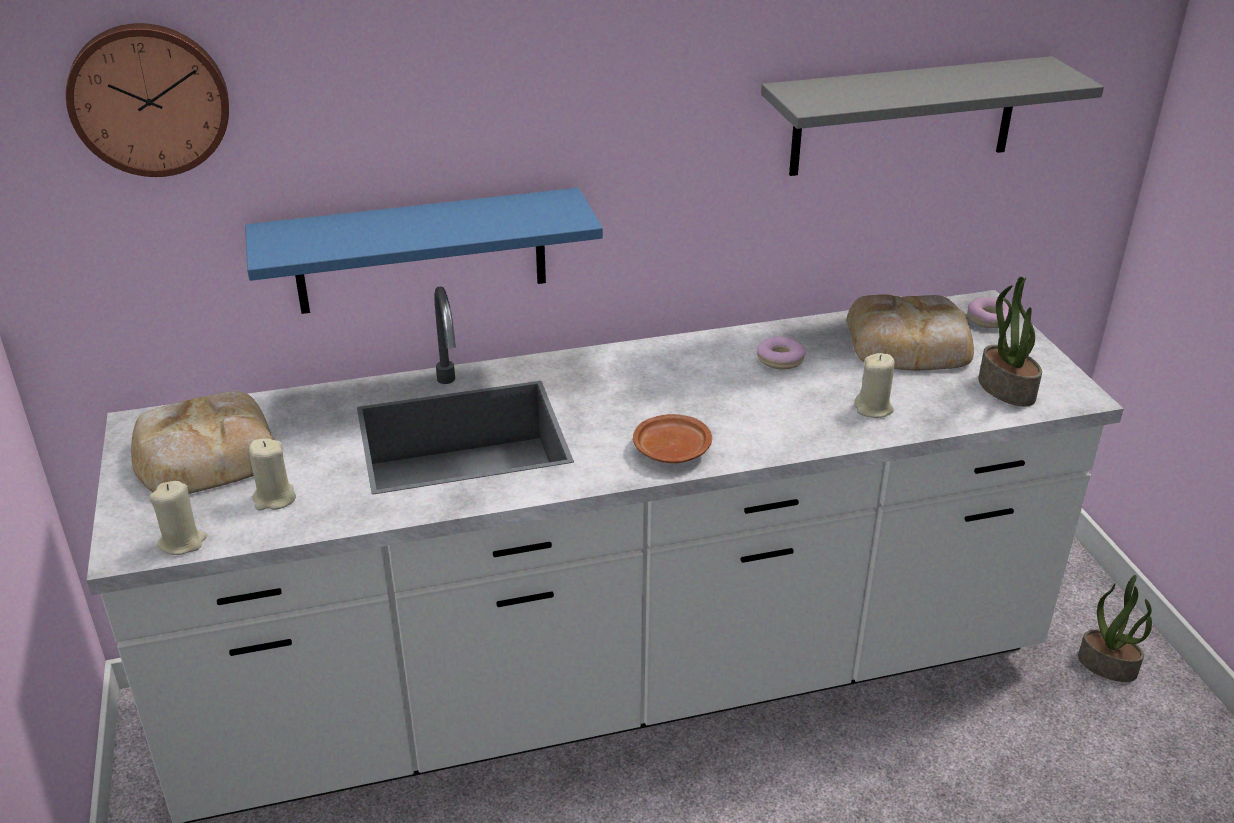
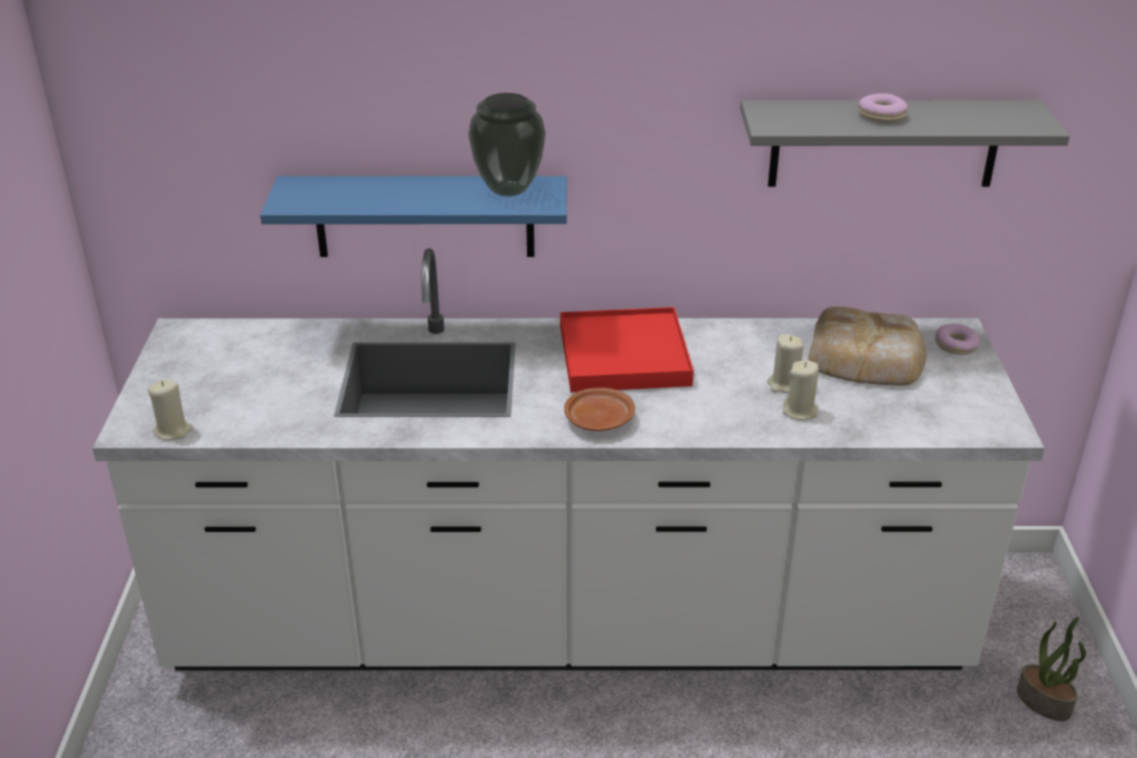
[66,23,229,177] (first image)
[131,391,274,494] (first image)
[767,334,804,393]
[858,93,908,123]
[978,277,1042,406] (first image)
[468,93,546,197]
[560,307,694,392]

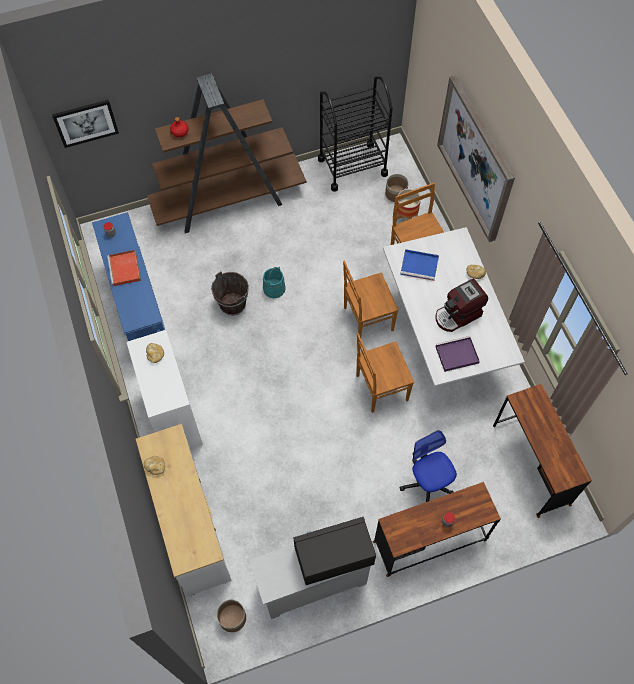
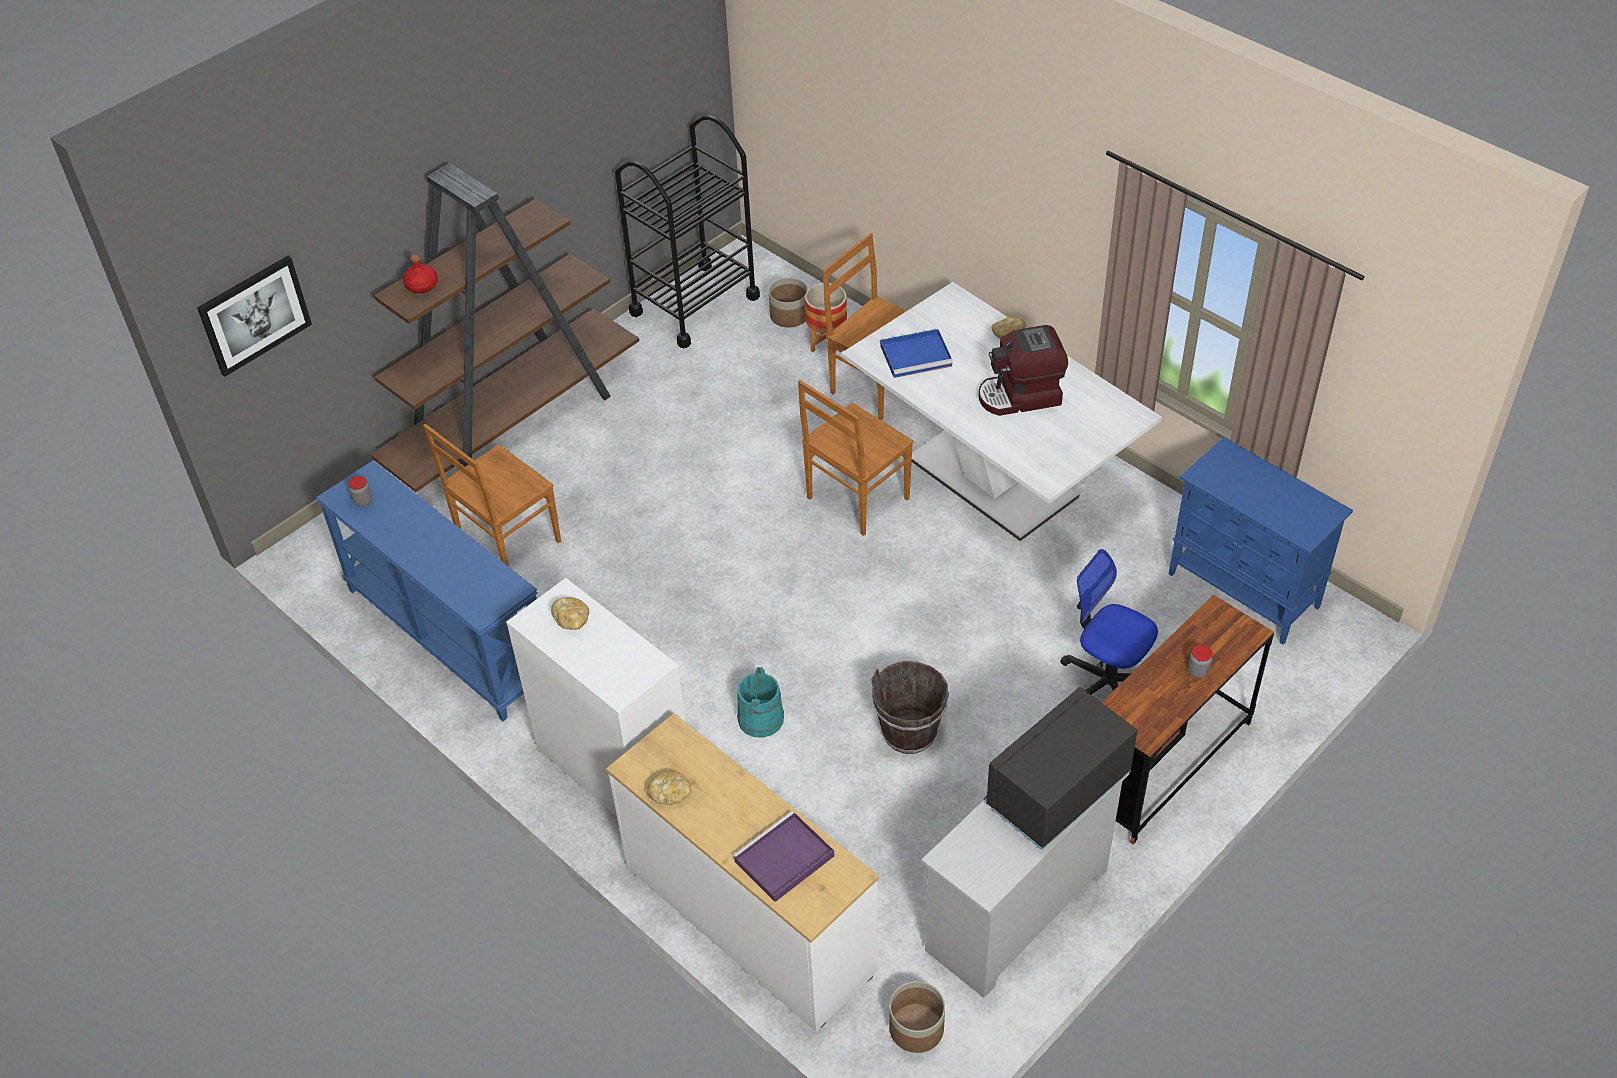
[107,250,141,286] (first image)
[871,661,949,754]
[737,667,784,738]
[423,424,561,567]
[733,811,834,902]
[978,325,1068,416]
[437,75,515,242] (first image)
[1169,437,1353,645]

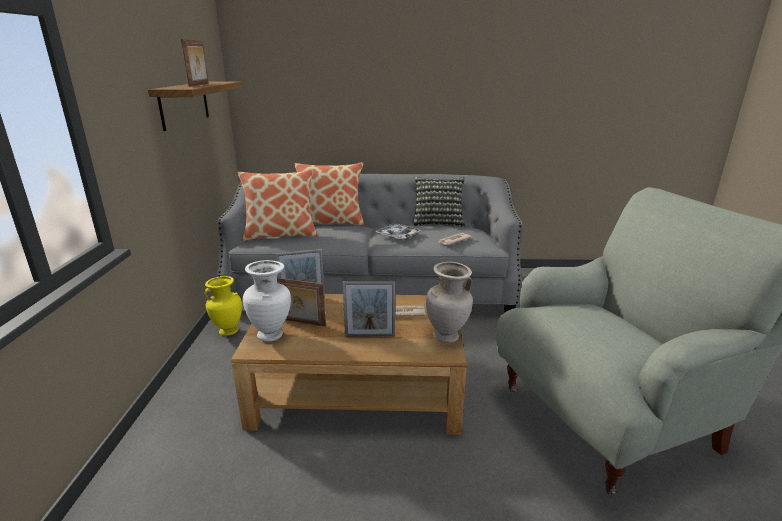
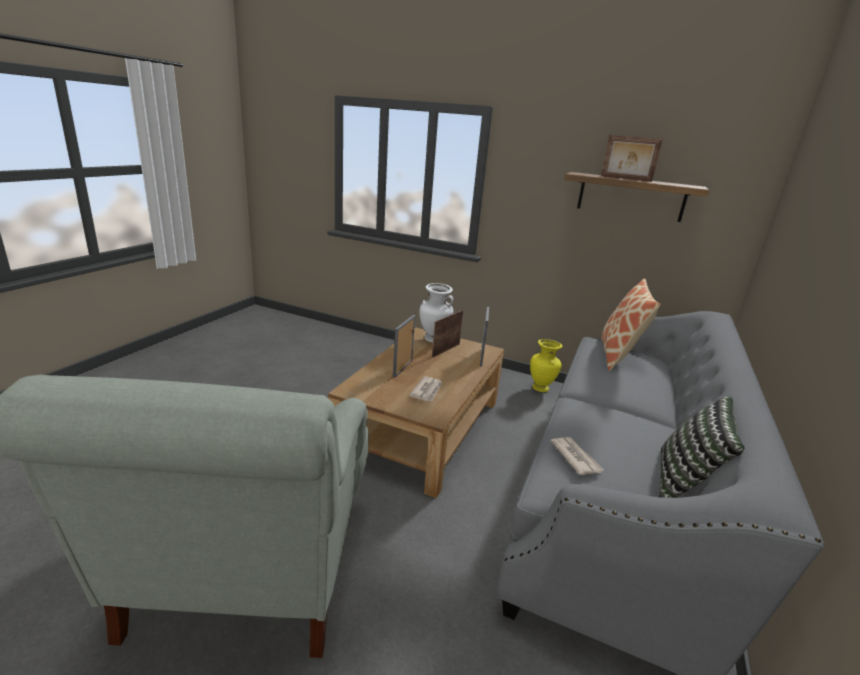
[295,162,364,225] (first image)
[375,223,421,240] (first image)
[426,262,473,343] (first image)

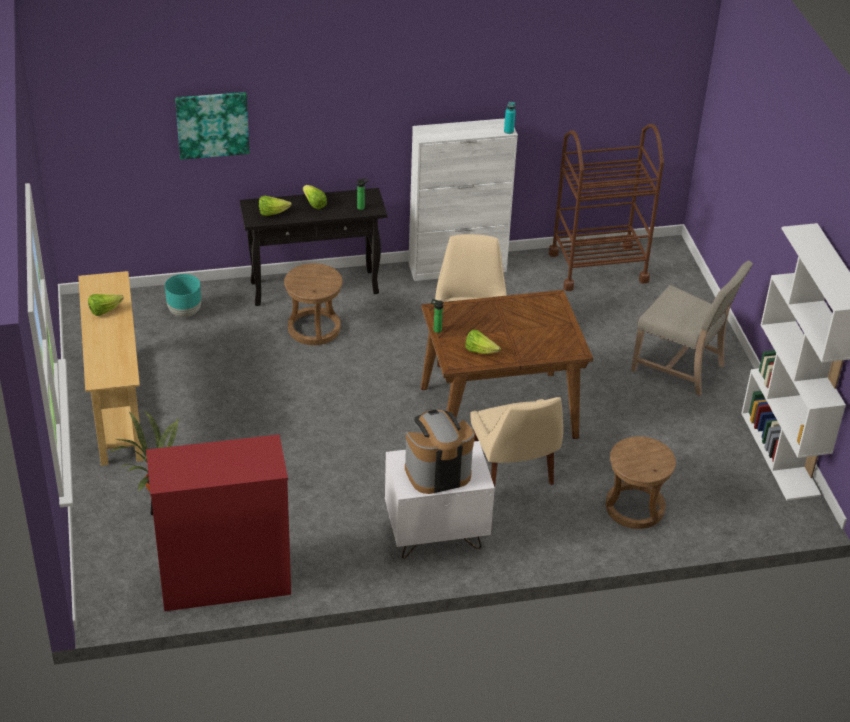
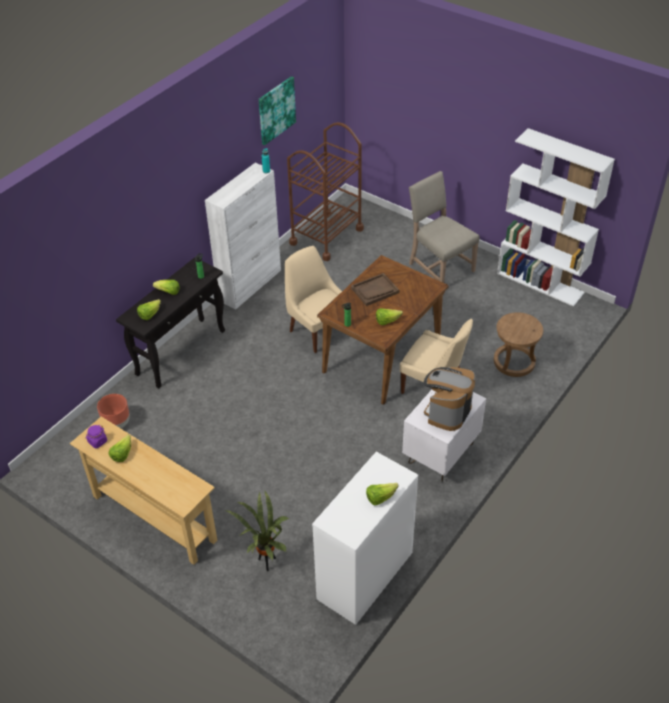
[312,452,418,625]
[97,394,130,428]
[259,76,296,145]
[284,263,343,345] (first image)
[409,171,480,283]
[86,425,107,448]
[351,273,399,306]
[366,483,399,506]

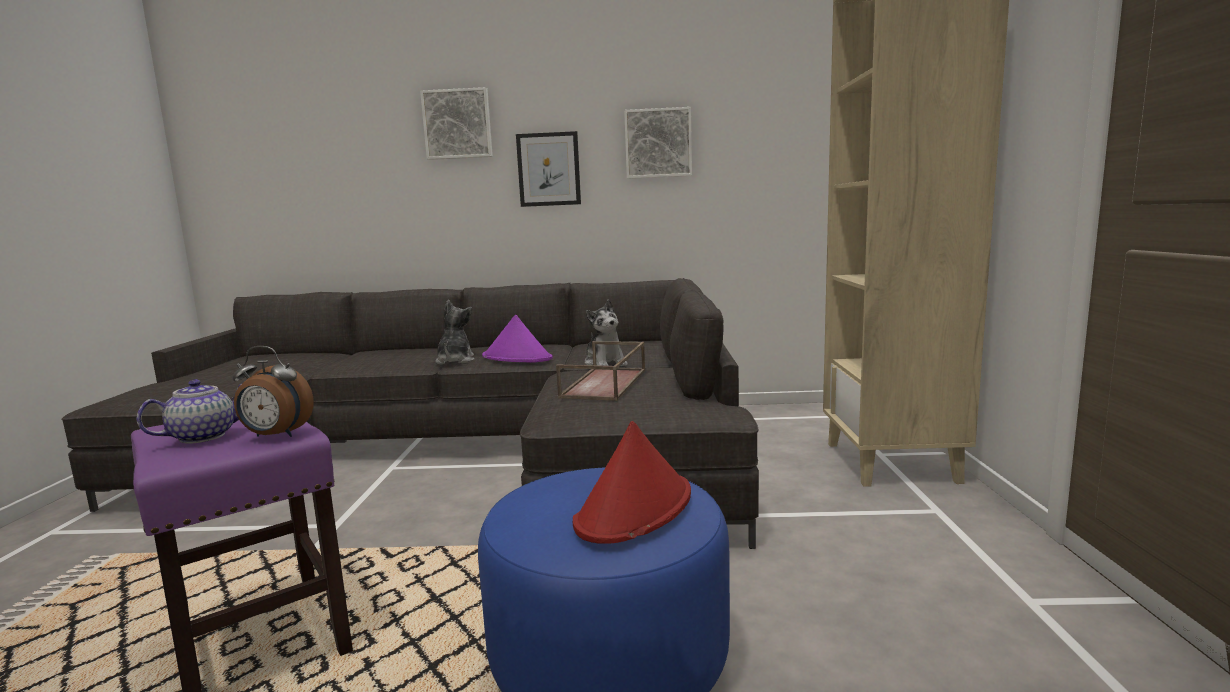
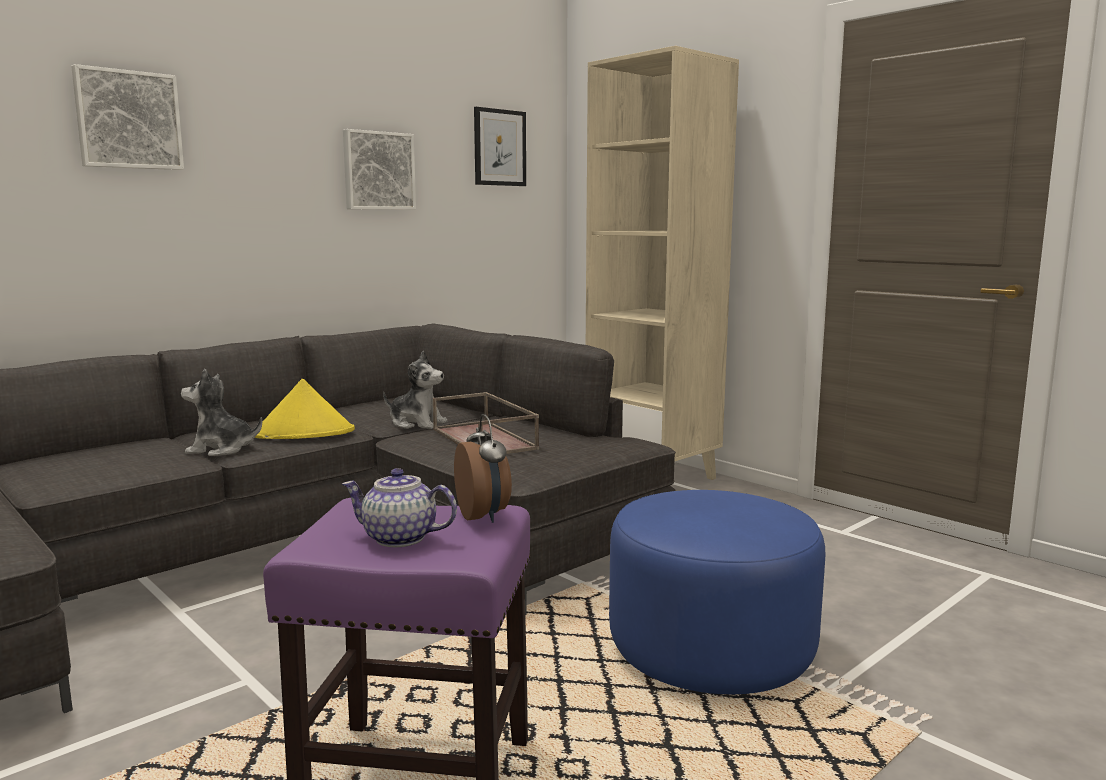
[342,468,457,547]
[454,414,512,523]
[181,369,262,456]
[255,379,355,439]
[474,107,526,186]
[573,421,691,544] (first image)

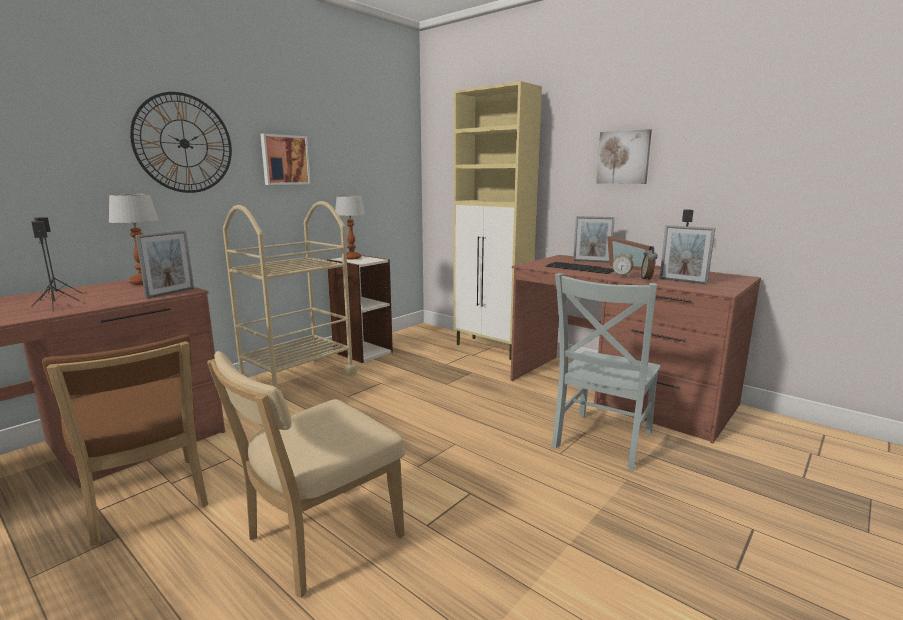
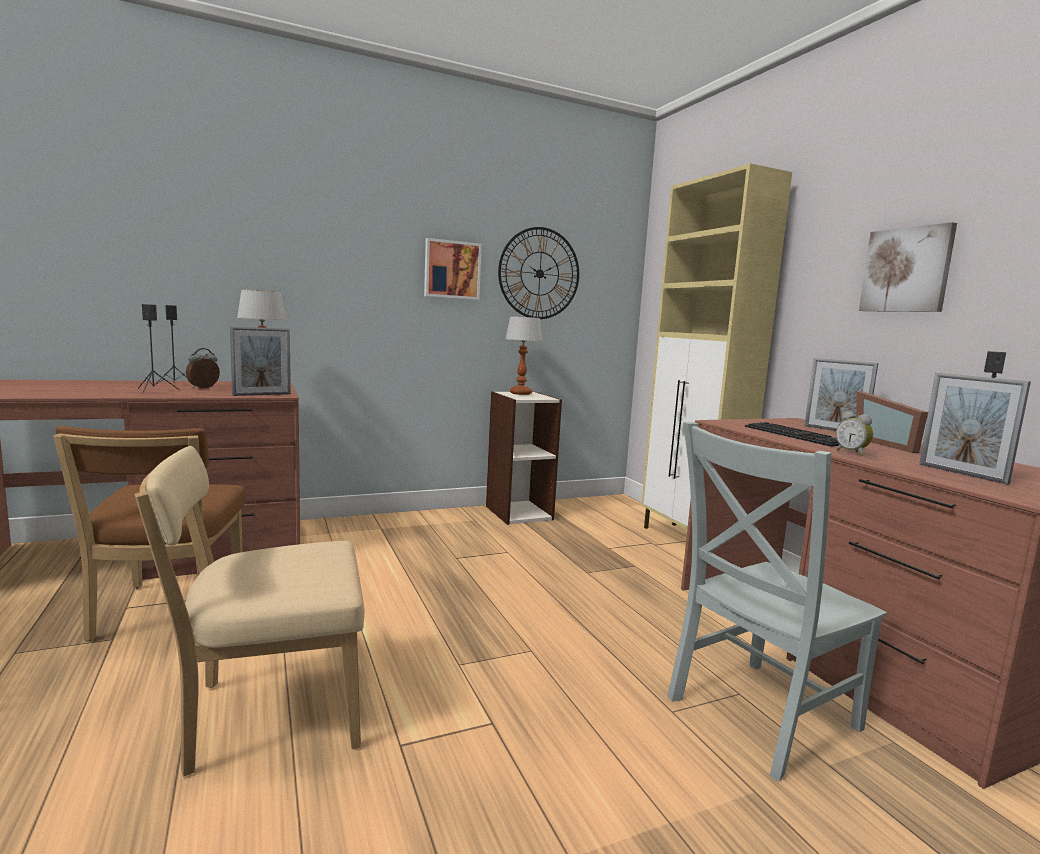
[498,227,579,319]
[223,201,357,395] (first image)
[186,348,220,388]

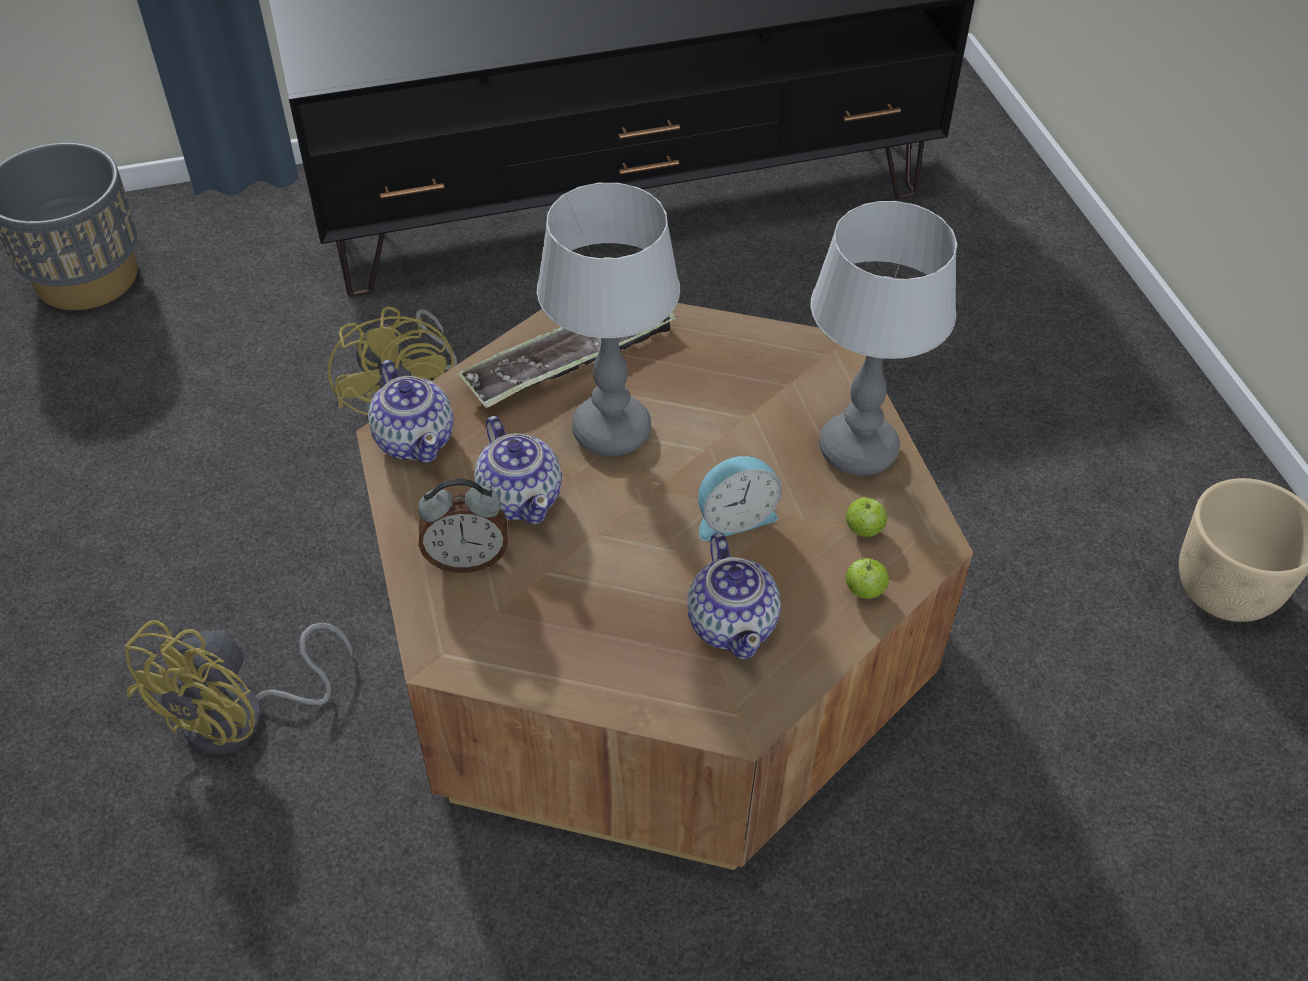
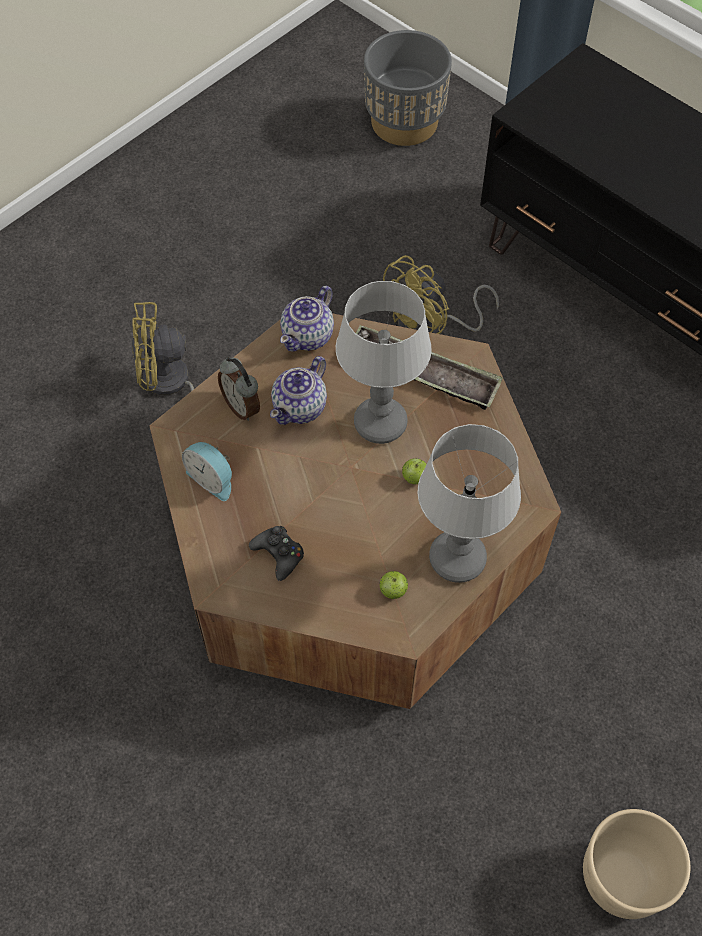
[249,526,304,581]
[182,442,232,501]
[402,458,427,484]

